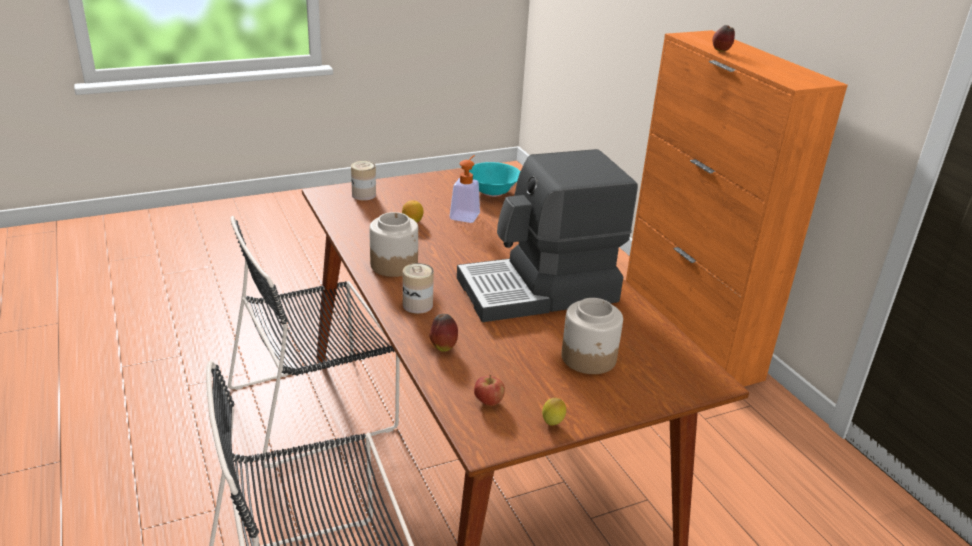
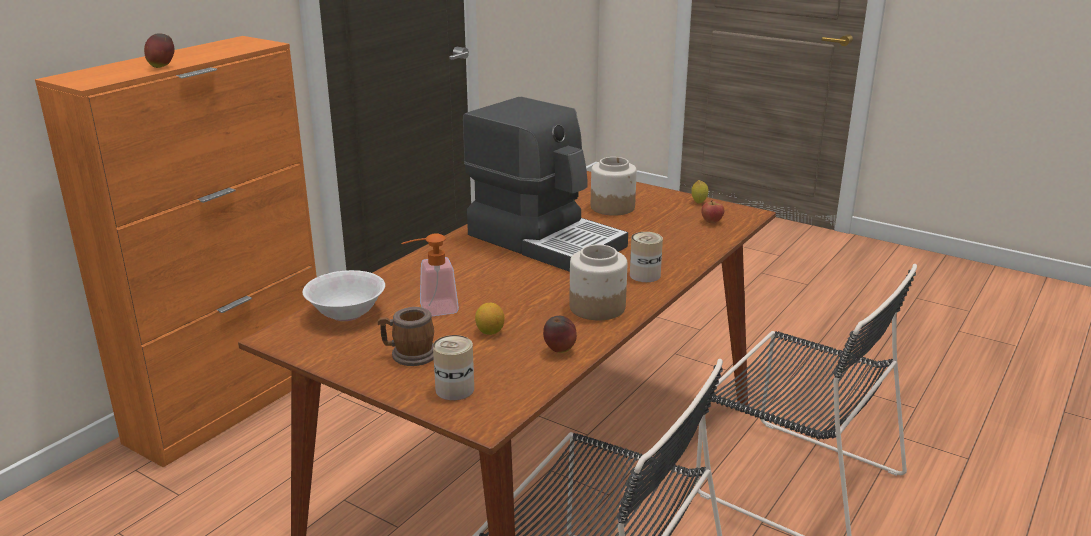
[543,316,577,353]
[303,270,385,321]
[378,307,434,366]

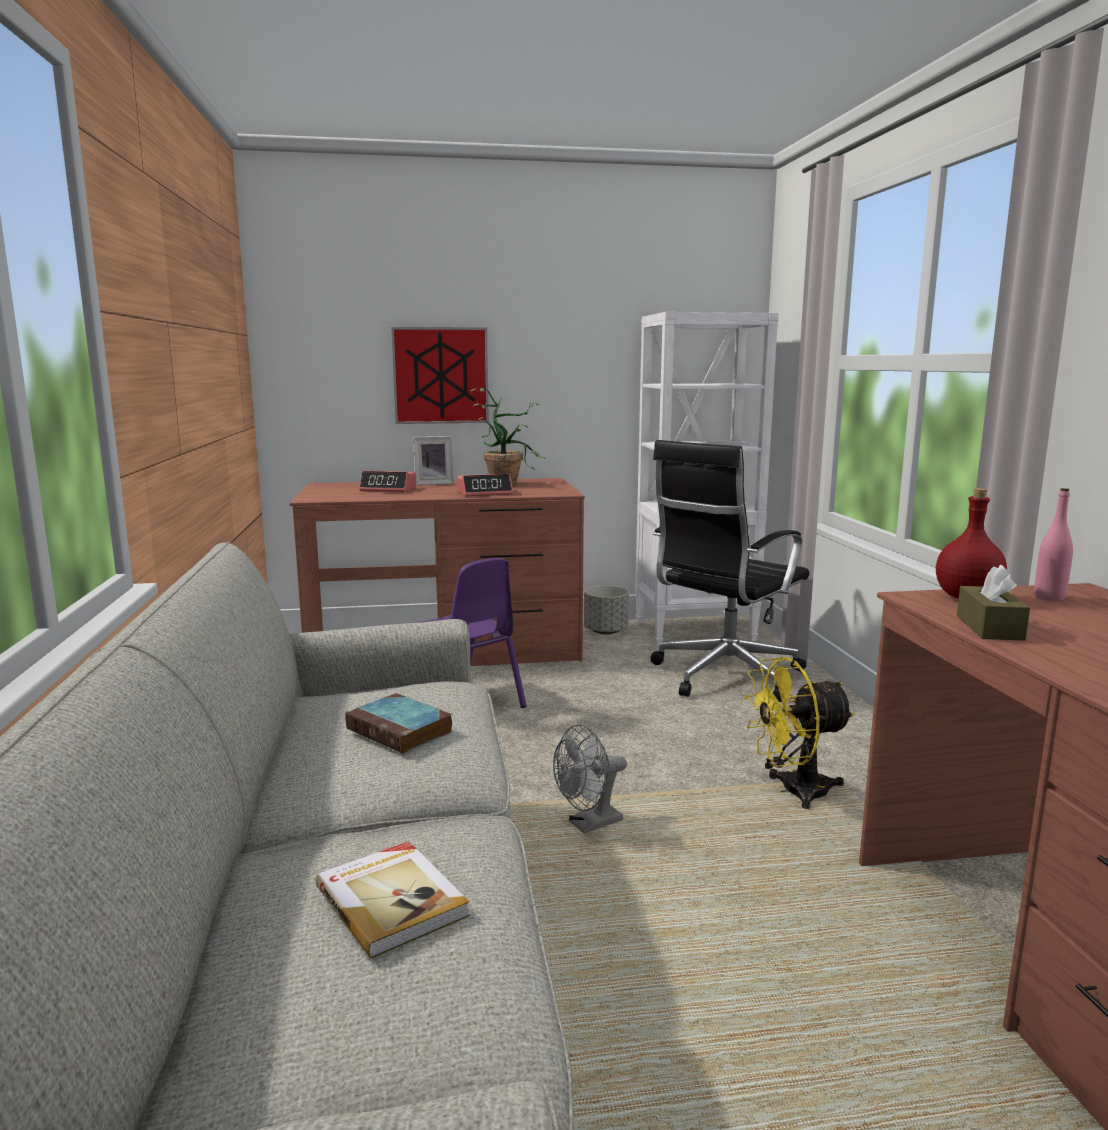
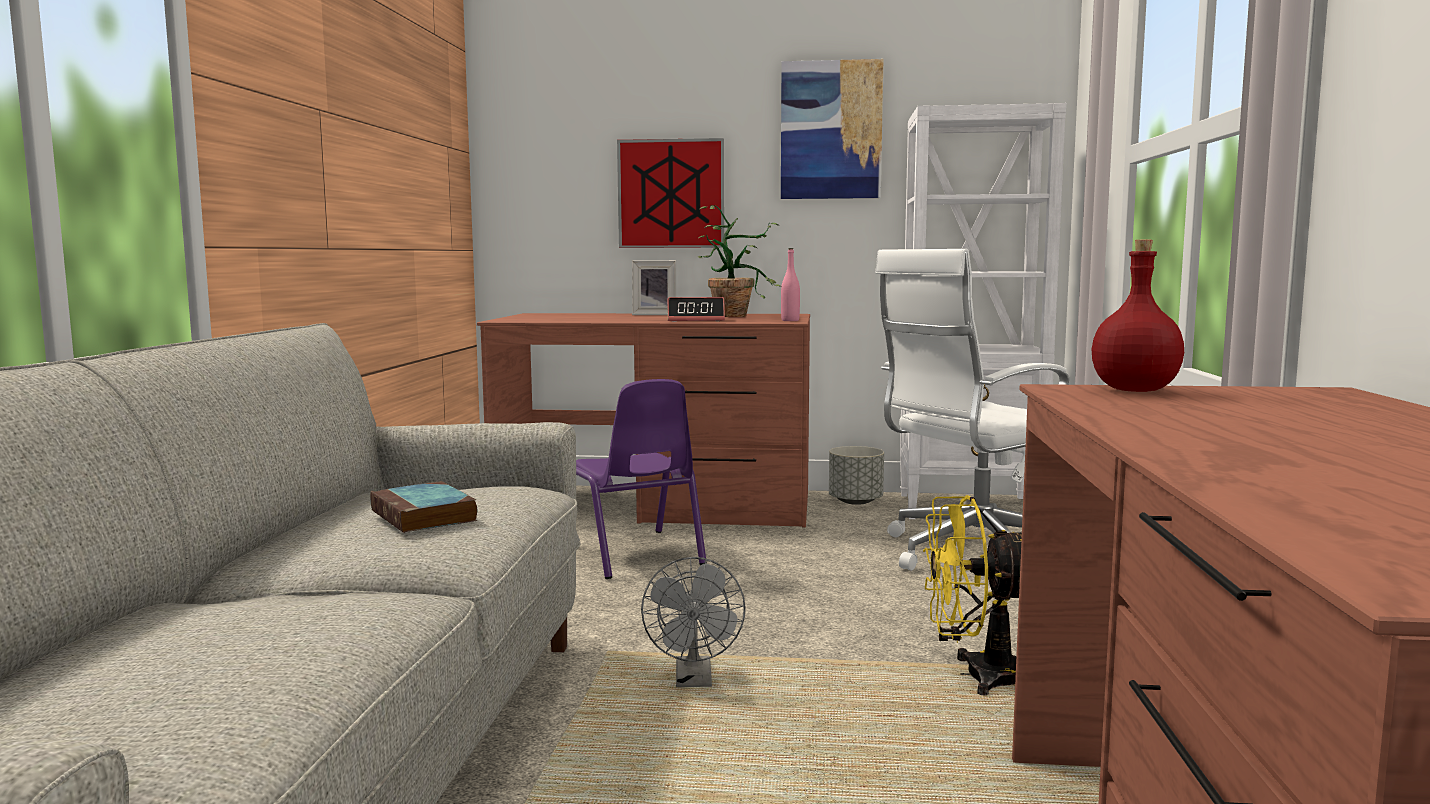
[315,841,470,958] (first image)
[359,471,416,492] (first image)
[641,557,746,687]
[875,249,1069,571]
[957,565,1030,641] (first image)
[781,248,800,321]
[781,59,884,199]

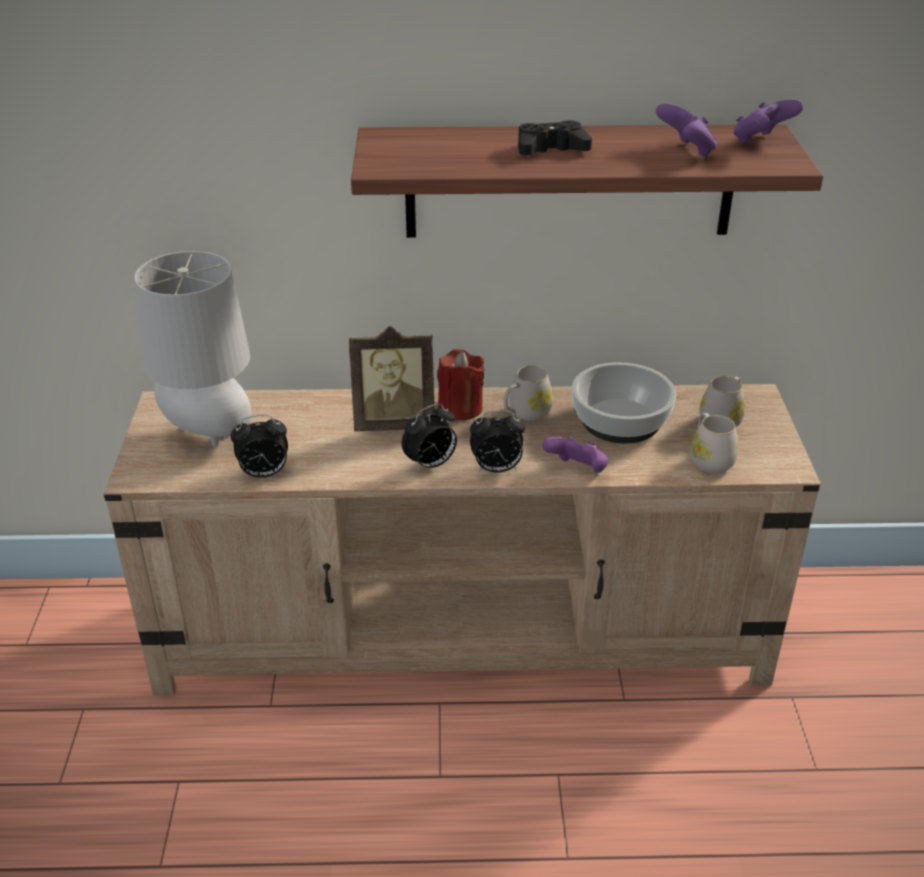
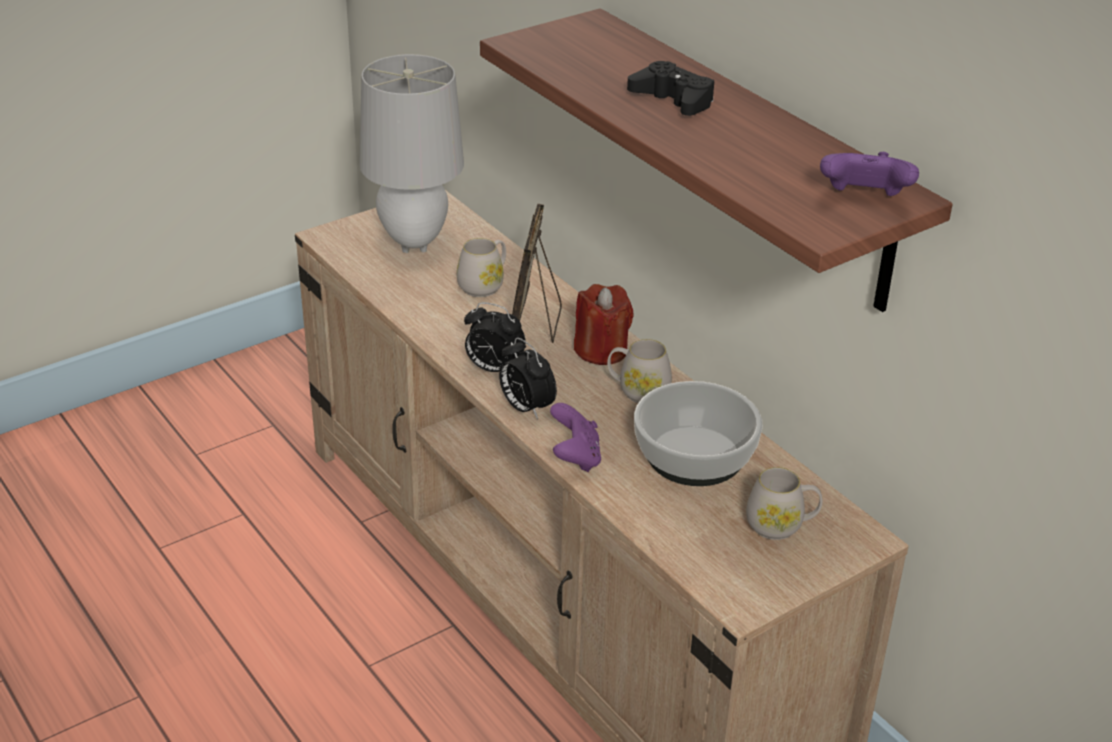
[231,415,288,479] (first image)
[512,204,562,343]
[656,103,717,158] (first image)
[457,238,506,297]

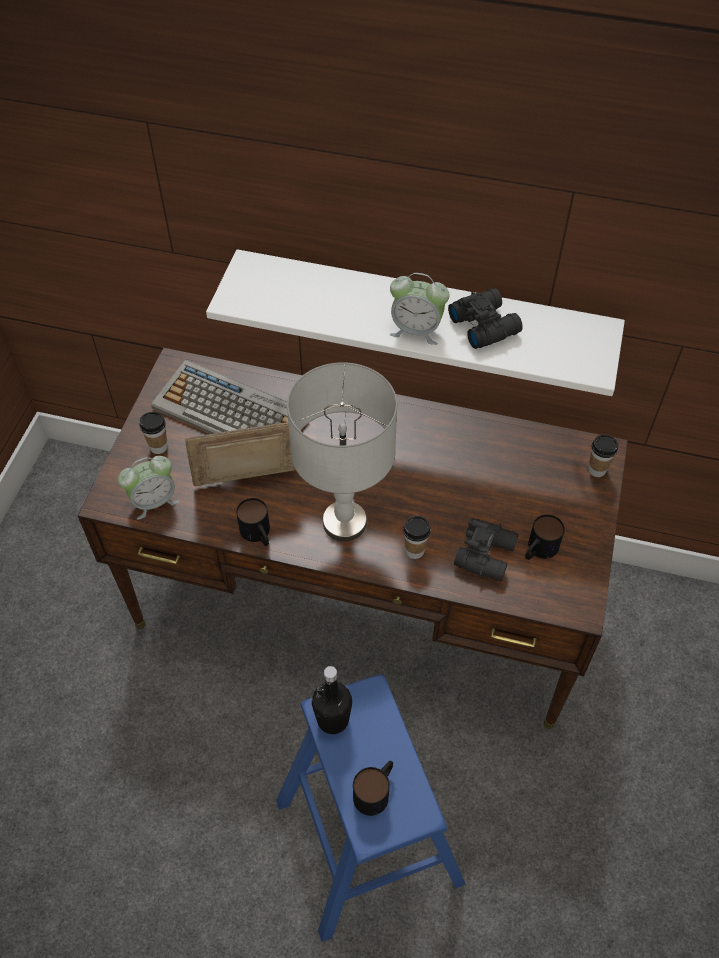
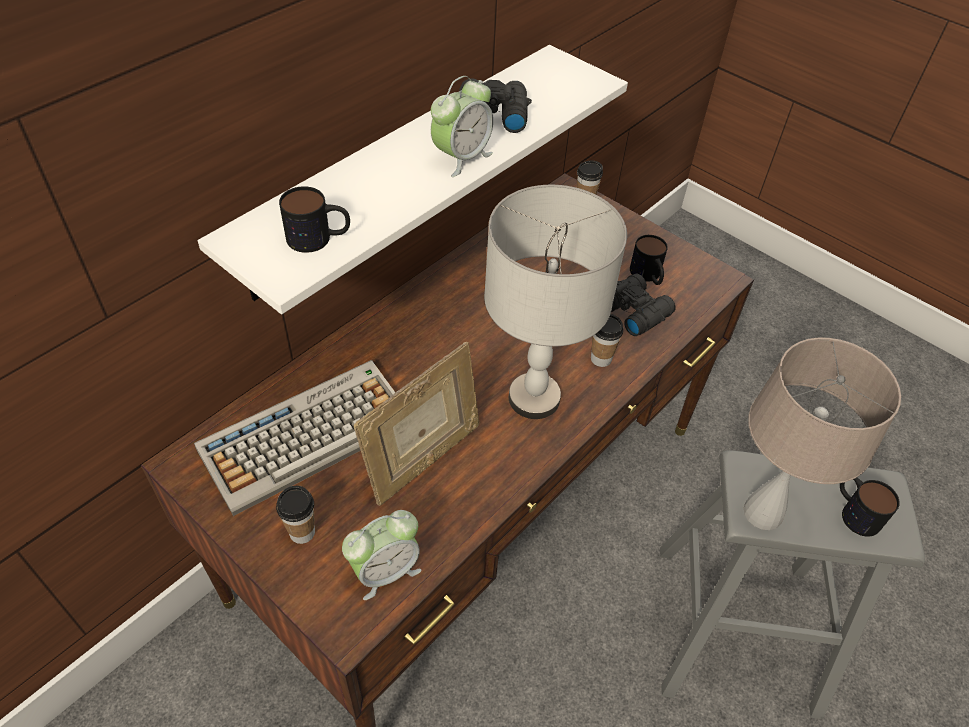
[342,510,422,600]
[354,342,480,506]
[279,186,350,253]
[660,450,925,719]
[744,337,901,530]

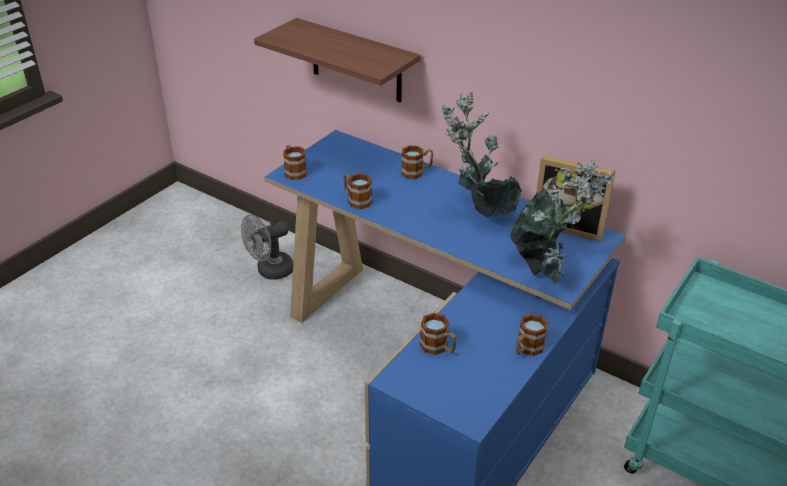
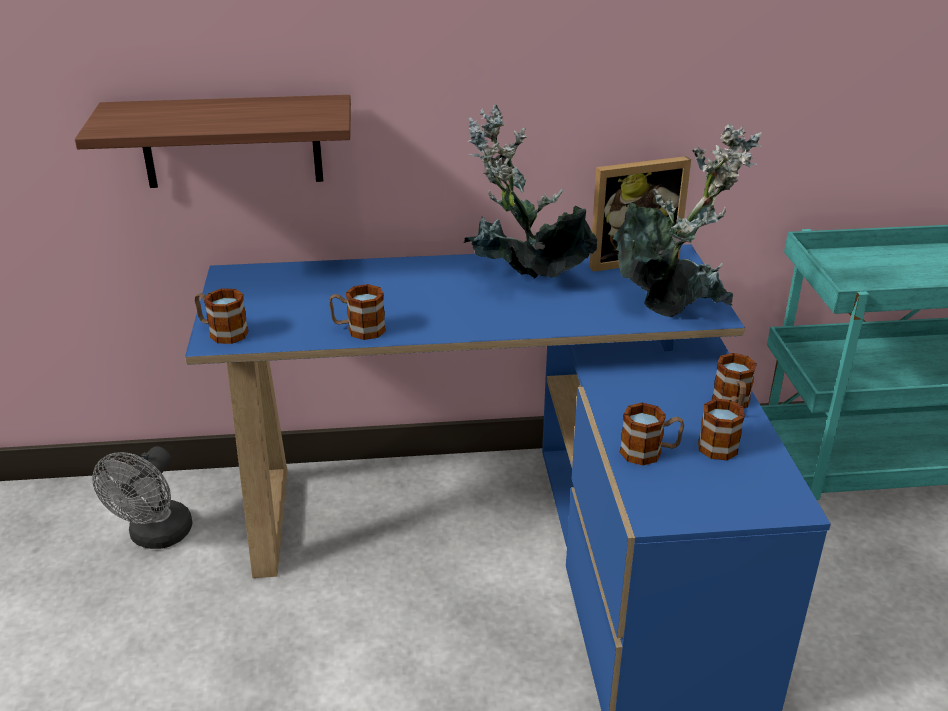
[698,396,745,460]

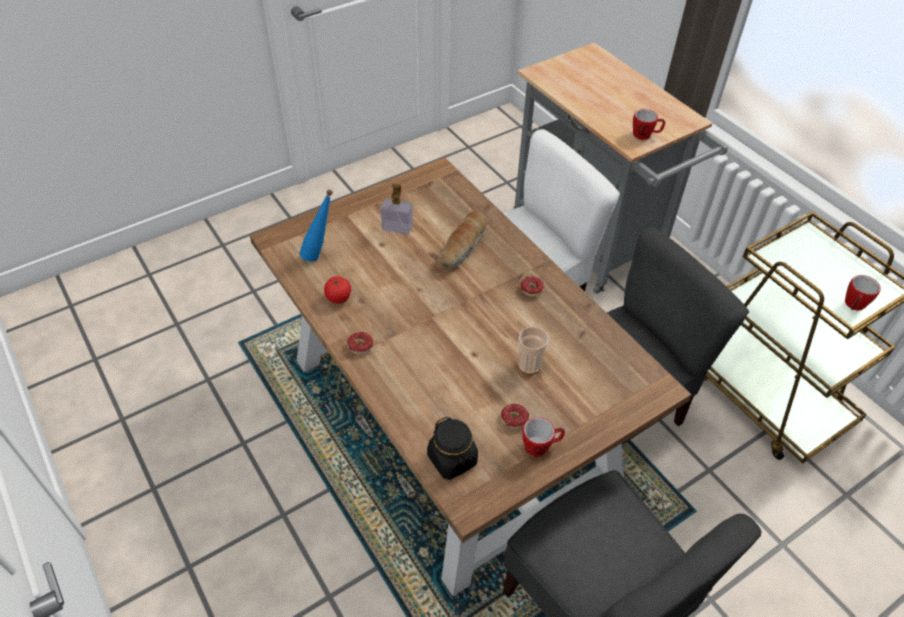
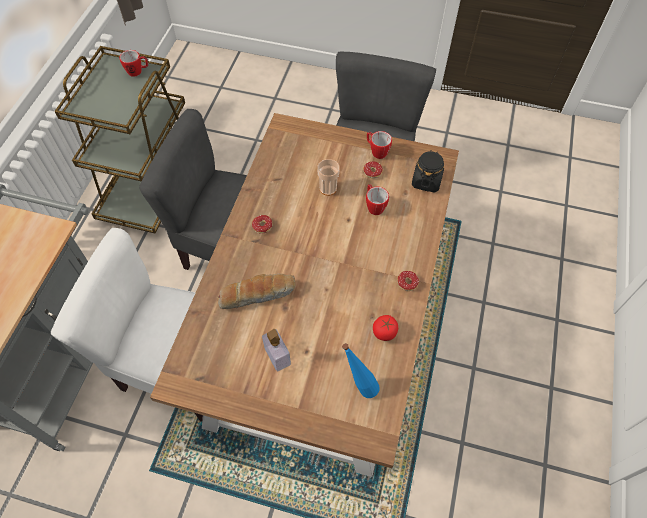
[366,184,389,215]

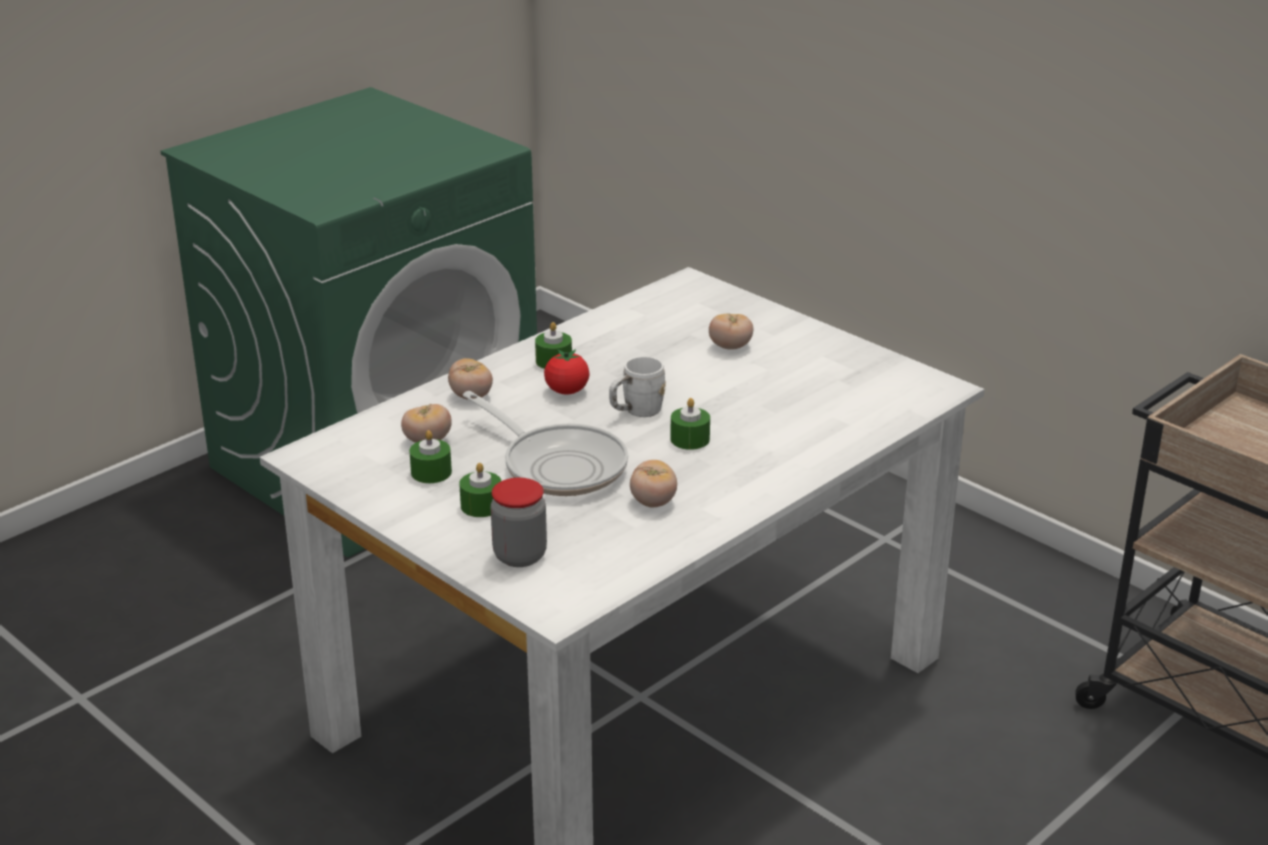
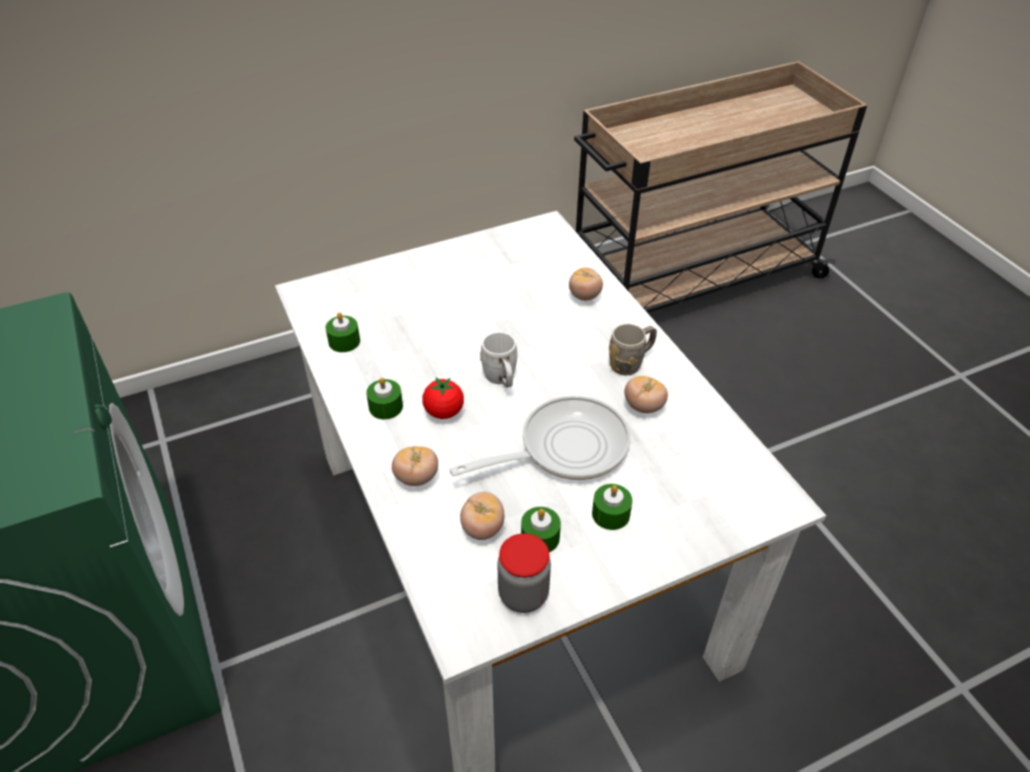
[497,533,551,613]
[325,312,360,352]
[569,268,603,301]
[609,324,657,375]

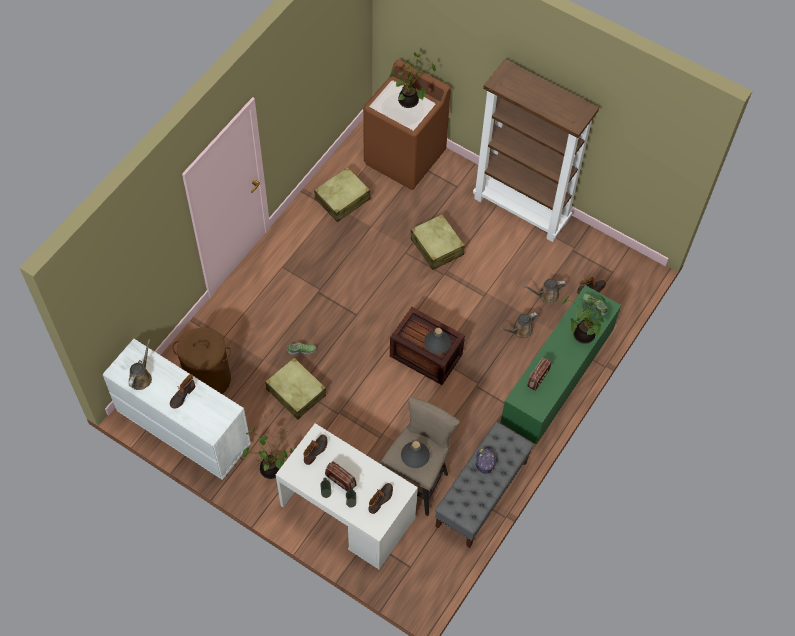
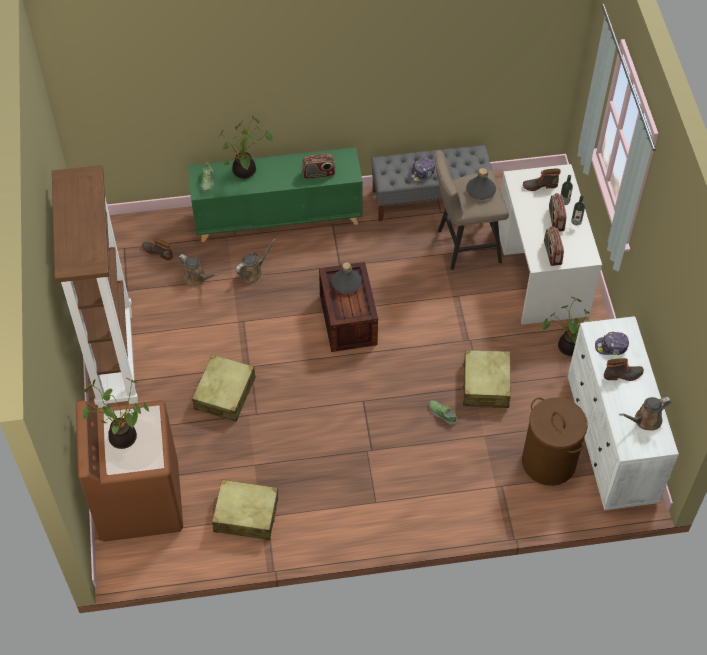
[544,227,564,266]
[235,239,276,283]
[595,332,629,355]

